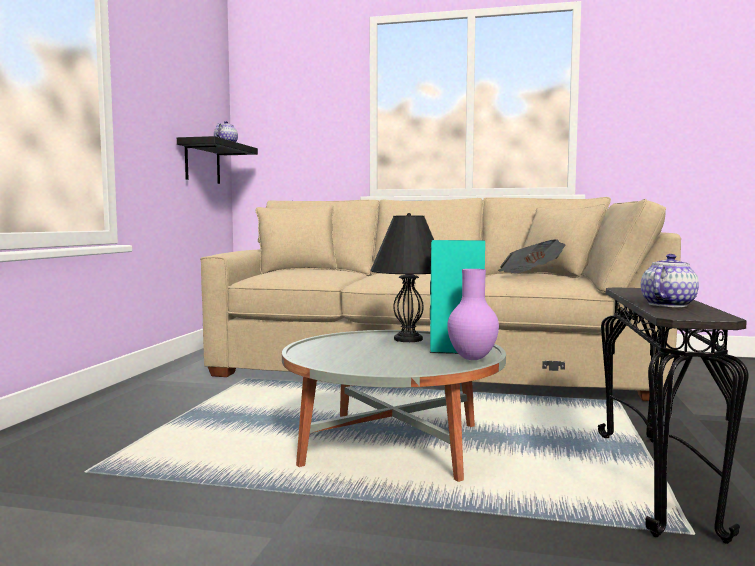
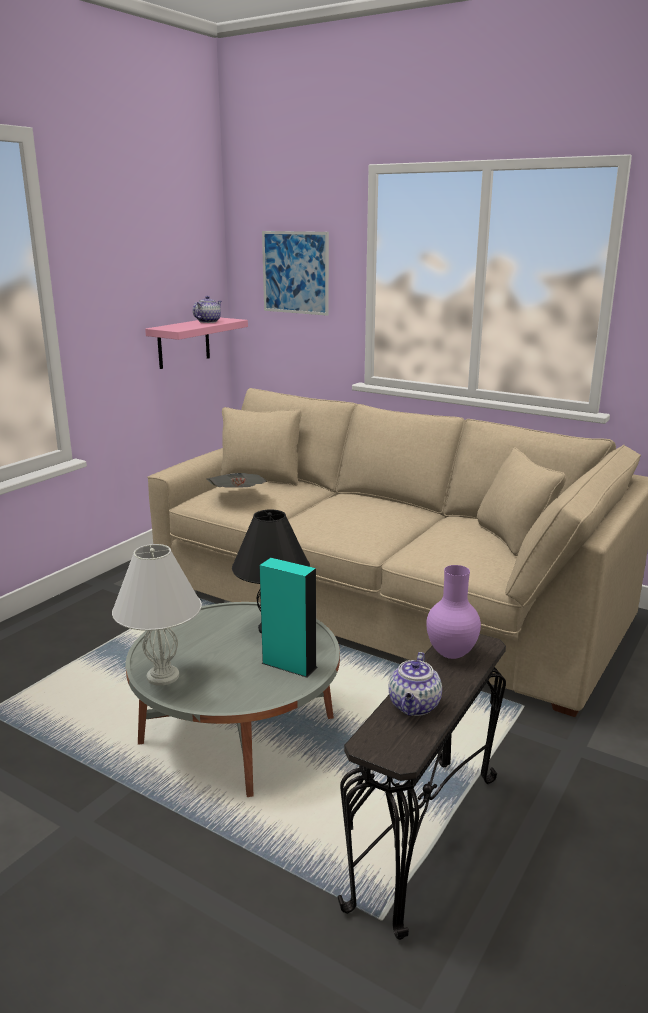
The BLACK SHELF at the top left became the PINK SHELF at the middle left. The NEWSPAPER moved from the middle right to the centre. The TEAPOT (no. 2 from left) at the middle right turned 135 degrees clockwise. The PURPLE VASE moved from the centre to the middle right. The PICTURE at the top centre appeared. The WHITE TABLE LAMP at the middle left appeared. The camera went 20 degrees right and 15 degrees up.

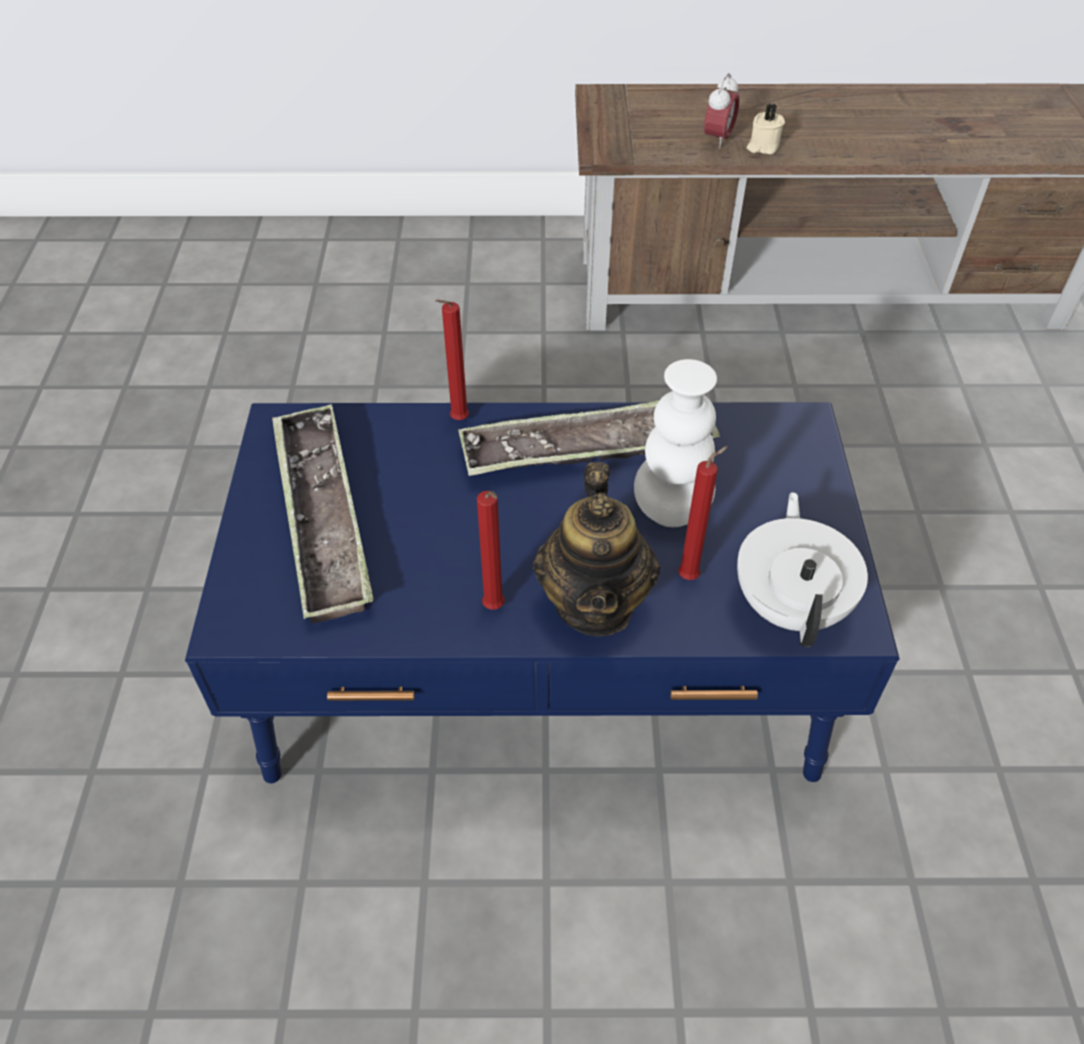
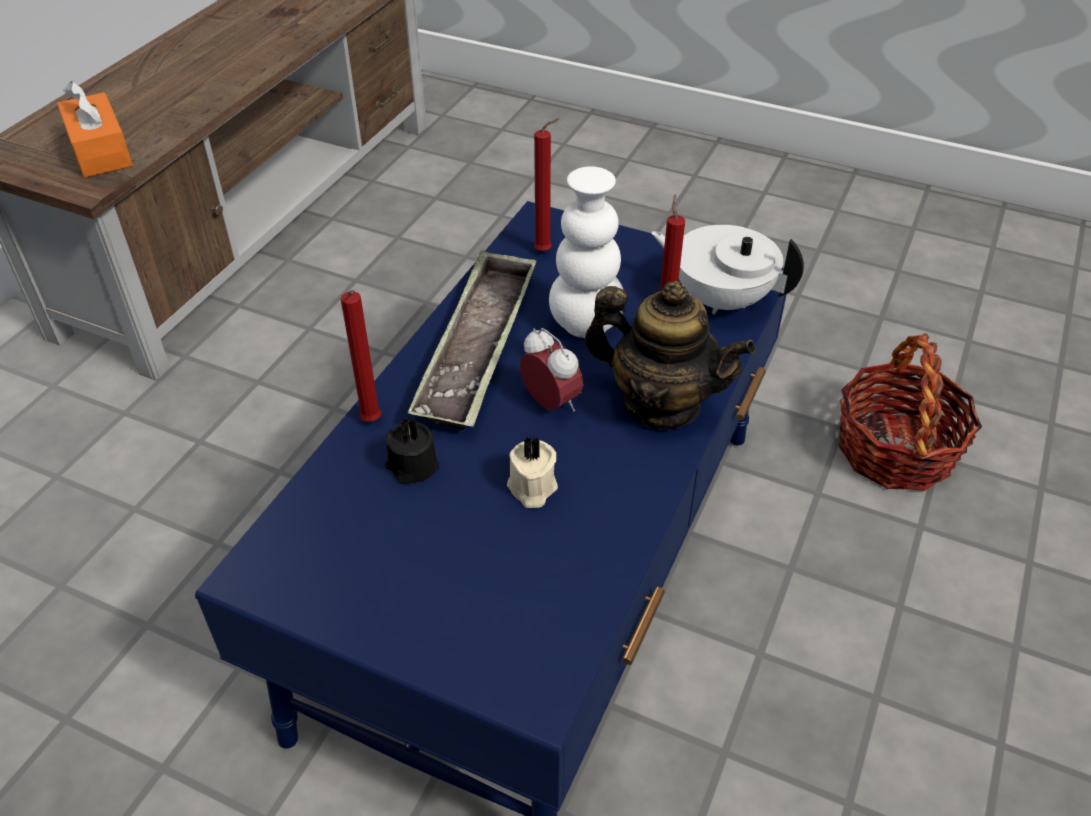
The ALARM CLOCK moved from the top centre to the centre. The BEIGE CANDLE moved from the top right to the centre. The TRAY (no. 1 from left) at the middle left disappeared. The RED CANDLE (no. 2 from left) moved from the centre to the top centre. The ORANGE TISSUE BOX at the top left appeared. The BASKET at the middle right appeared. The BLACK CANDLE at the centre appeared. The camera went 65 degrees left and 5 degrees down.

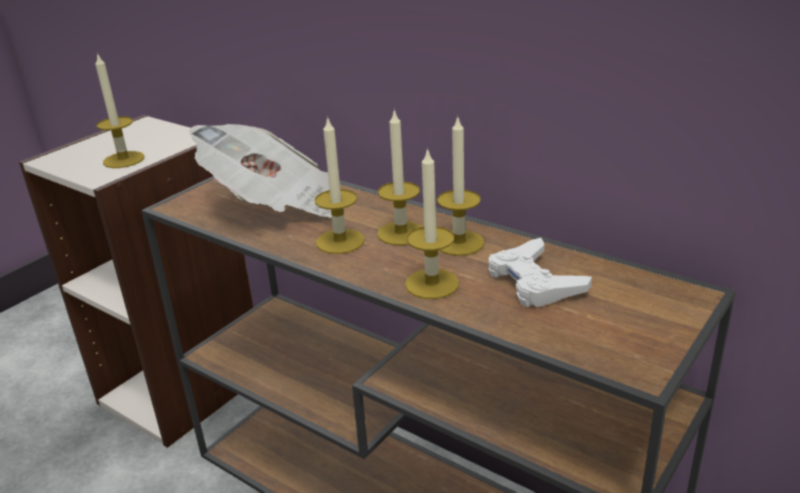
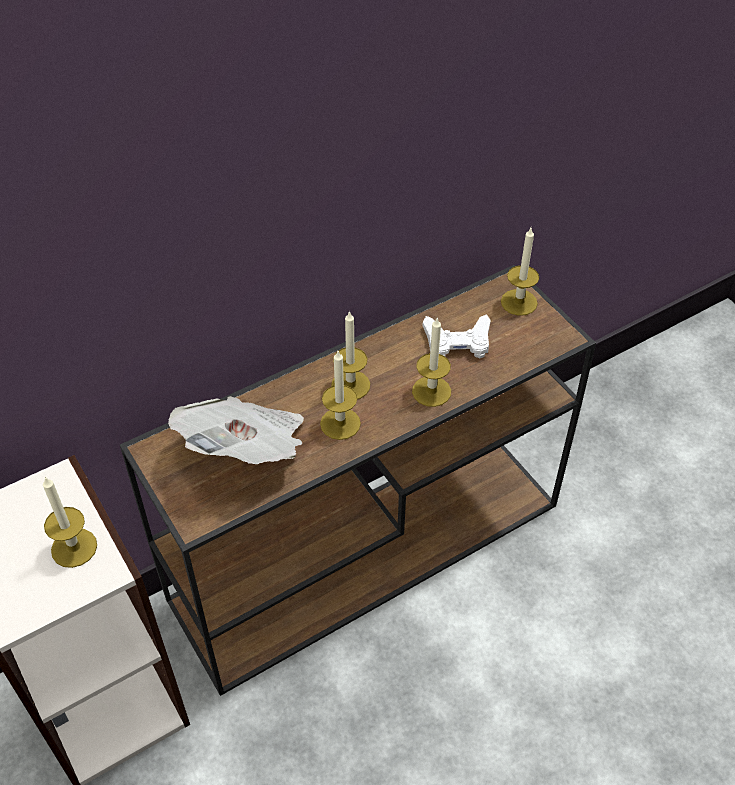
The CANDLE (no. 5 from left) moved from the centre to the middle right. The camera went 70 degrees left and 20 degrees up.

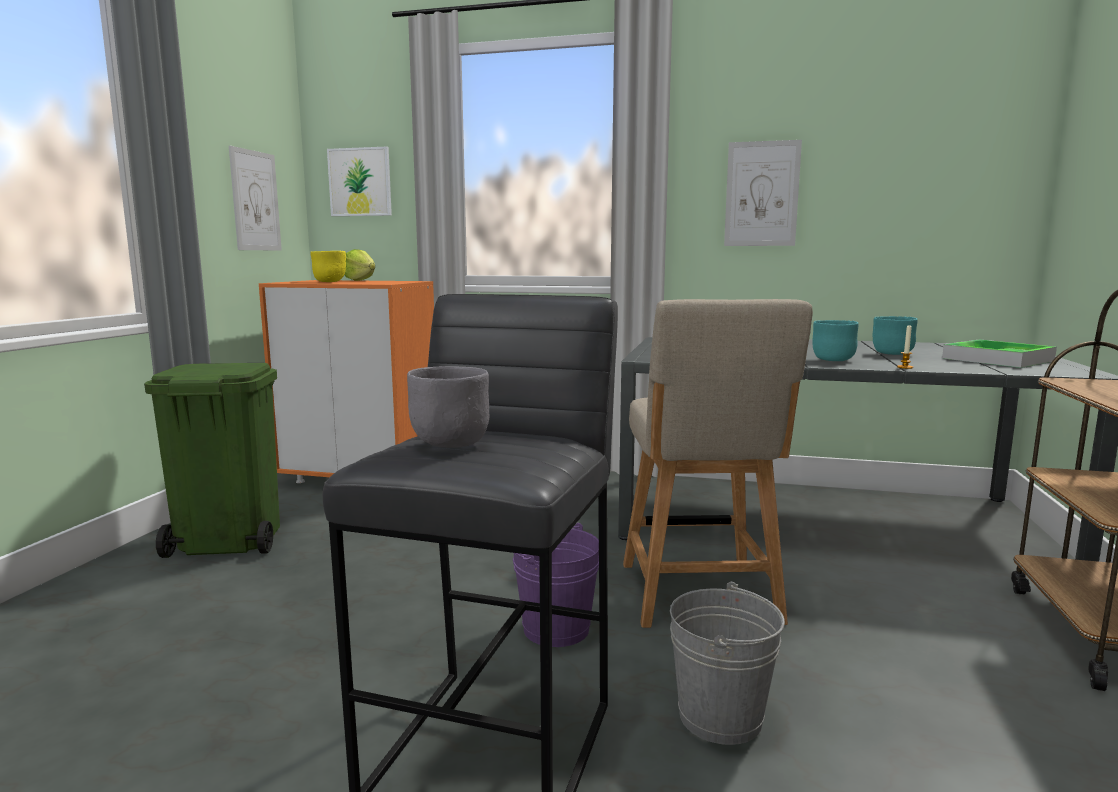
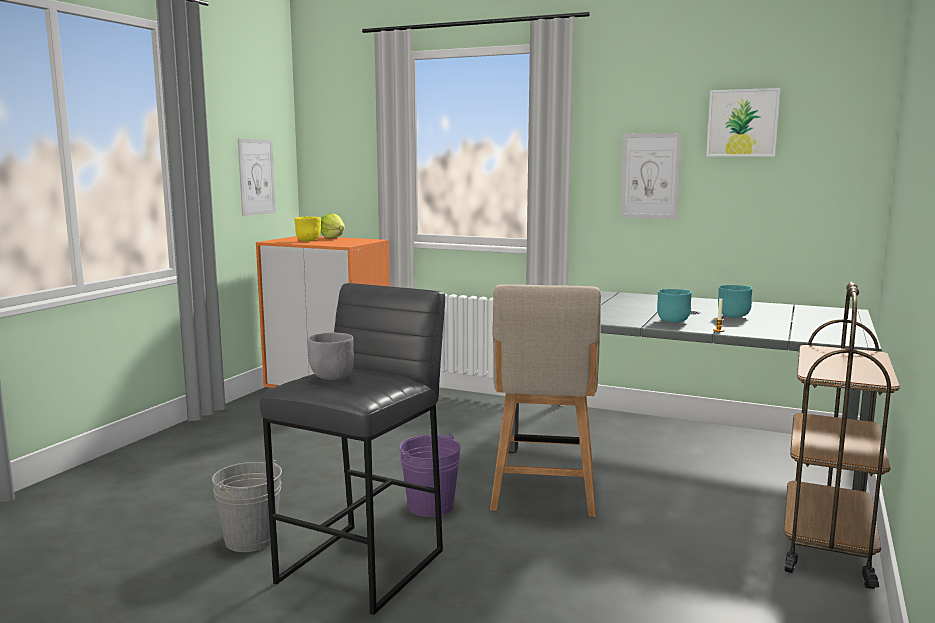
The PICTURE (no. 2 from left in the first image) moved from the top left to the top right. The TRAY at the middle right disappeared. The GREEN TRASH CAN at the middle left disappeared. The GREY BUCKET moved from the bottom centre to the bottom left. The camera went 10 degrees right and 0 degrees up.

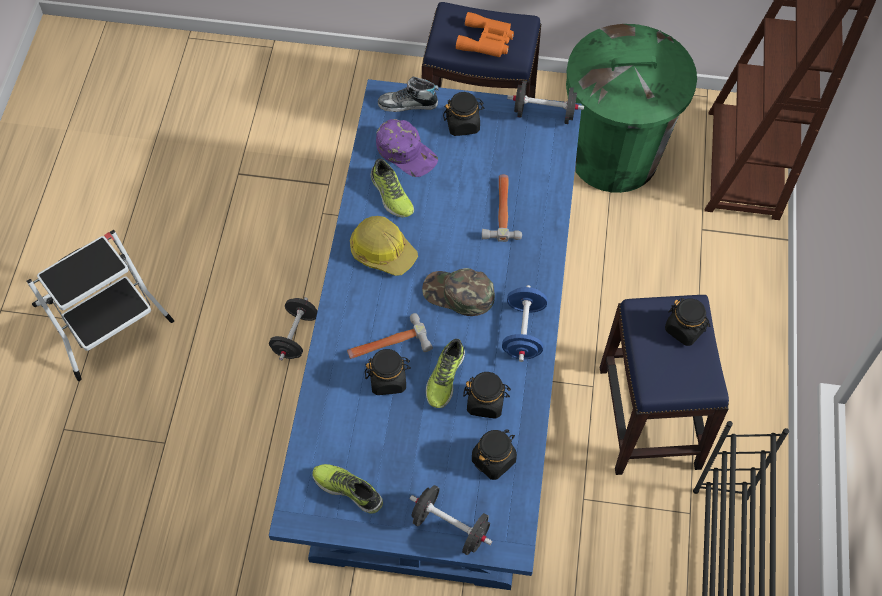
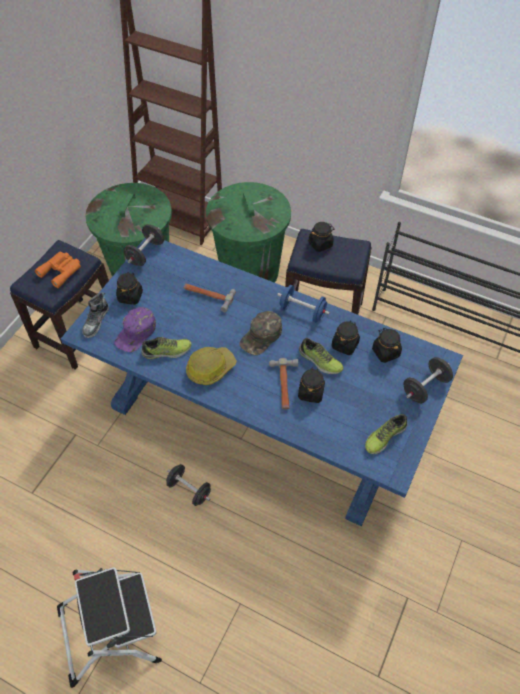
The PURPLE CAP at the top centre turned 150 degrees clockwise. The GREEN TRASH CAN (no. 2 from left) at the centre appeared. The camera went 70 degrees left and 5 degrees down.

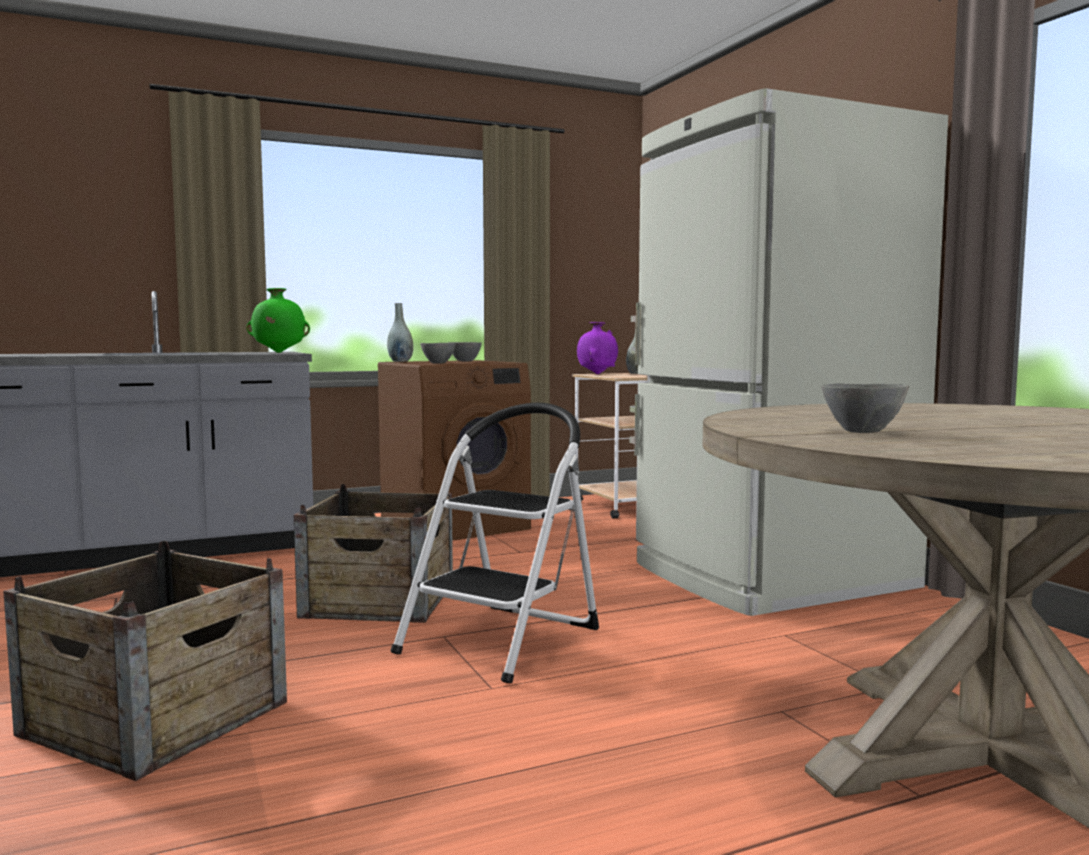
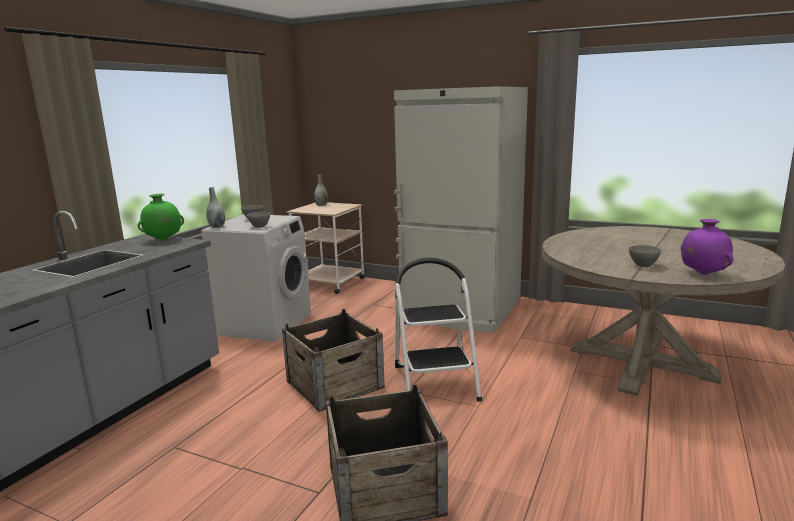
The PURPLE VASE moved from the centre to the middle right. The BROWN WASHING MACHINE at the centre became the WHITE WASHING MACHINE at the middle left. The camera went 40 degrees left and 10 degrees up.

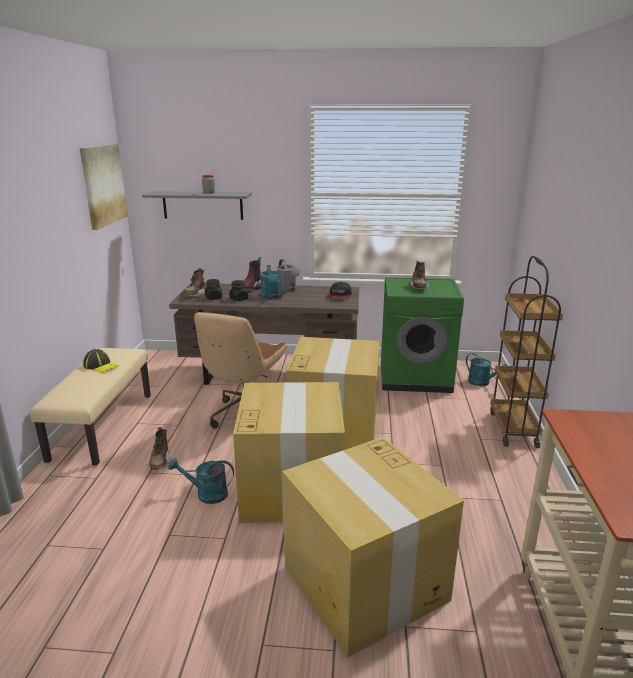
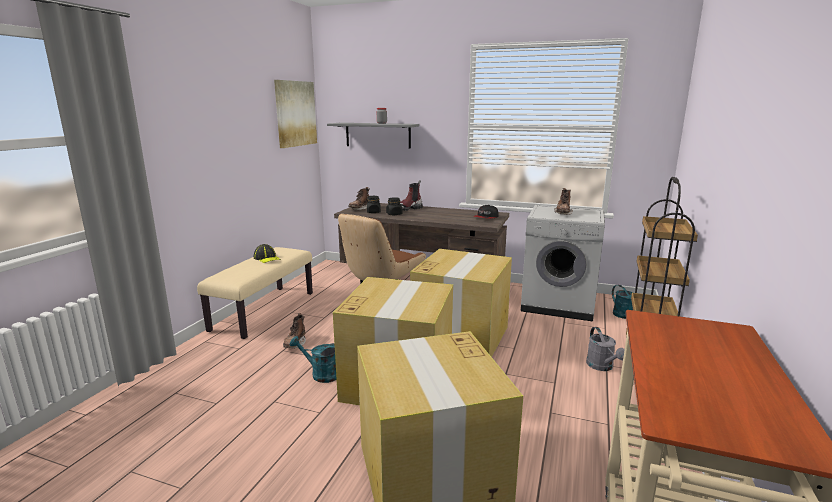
The GREY WATERING CAN moved from the centre to the bottom right. The TURQUOISE WATERING CAN (no. 2 from left) at the centre disappeared. The GREEN WASHING MACHINE at the middle right became the WHITE WASHING MACHINE at the middle right. The camera went 15 degrees right and 5 degrees down.

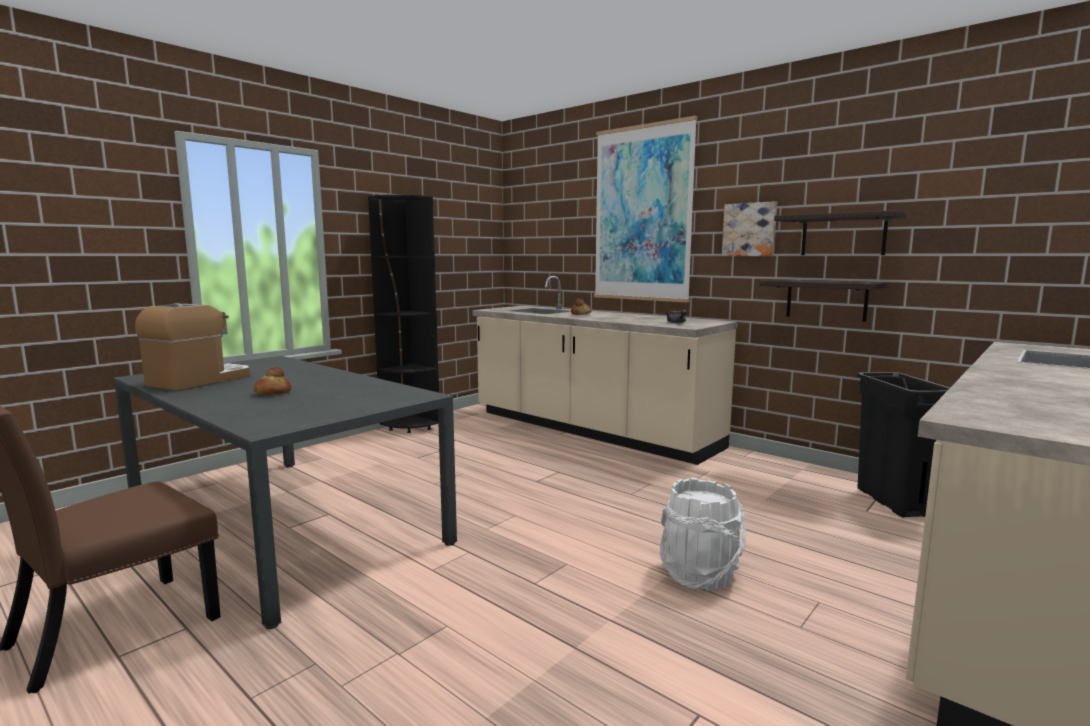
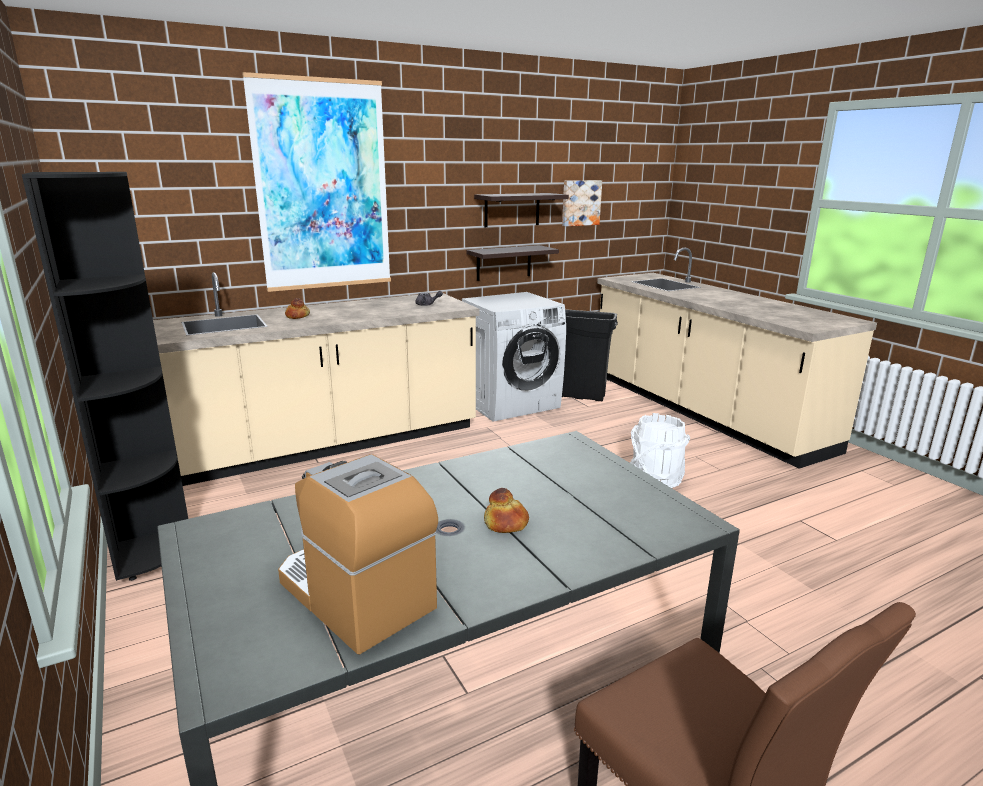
The PICTURE (no. 2 from left) moved from the top right to the top centre. The WHITE WASHING MACHINE at the centre appeared. The camera went 70 degrees left and 10 degrees up.

